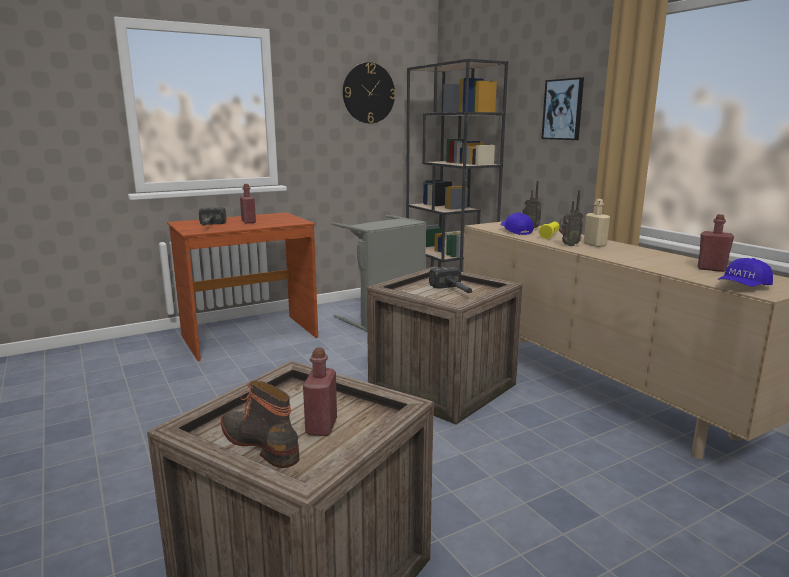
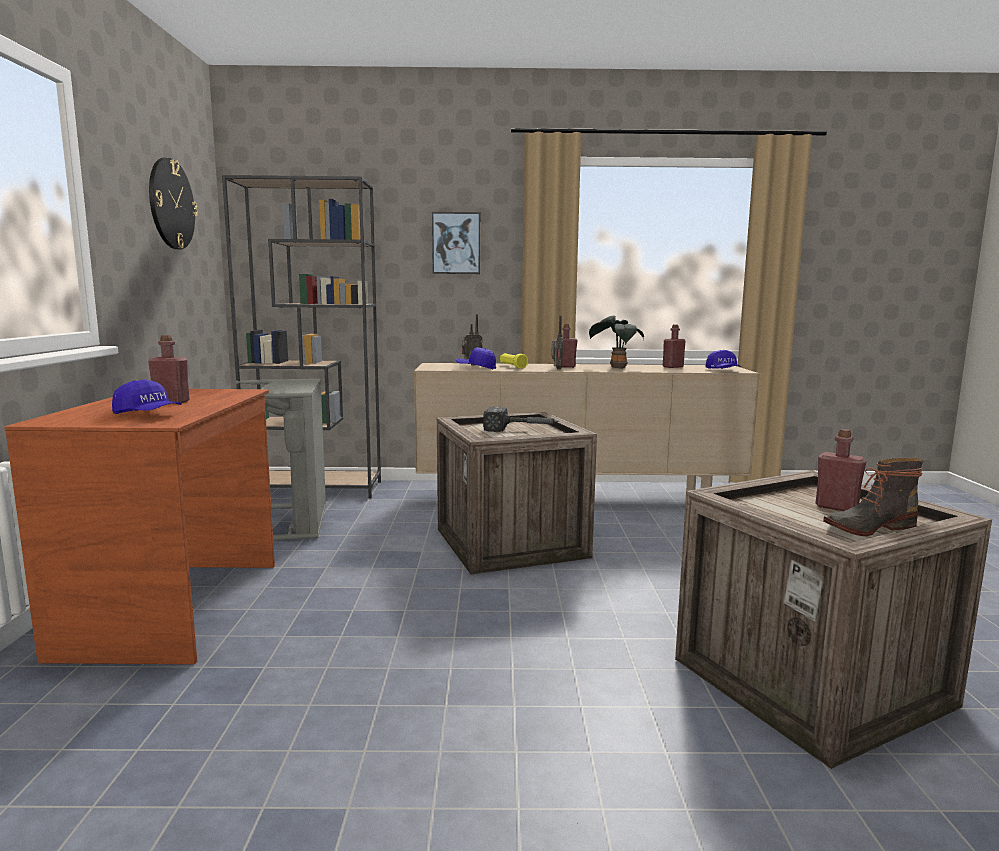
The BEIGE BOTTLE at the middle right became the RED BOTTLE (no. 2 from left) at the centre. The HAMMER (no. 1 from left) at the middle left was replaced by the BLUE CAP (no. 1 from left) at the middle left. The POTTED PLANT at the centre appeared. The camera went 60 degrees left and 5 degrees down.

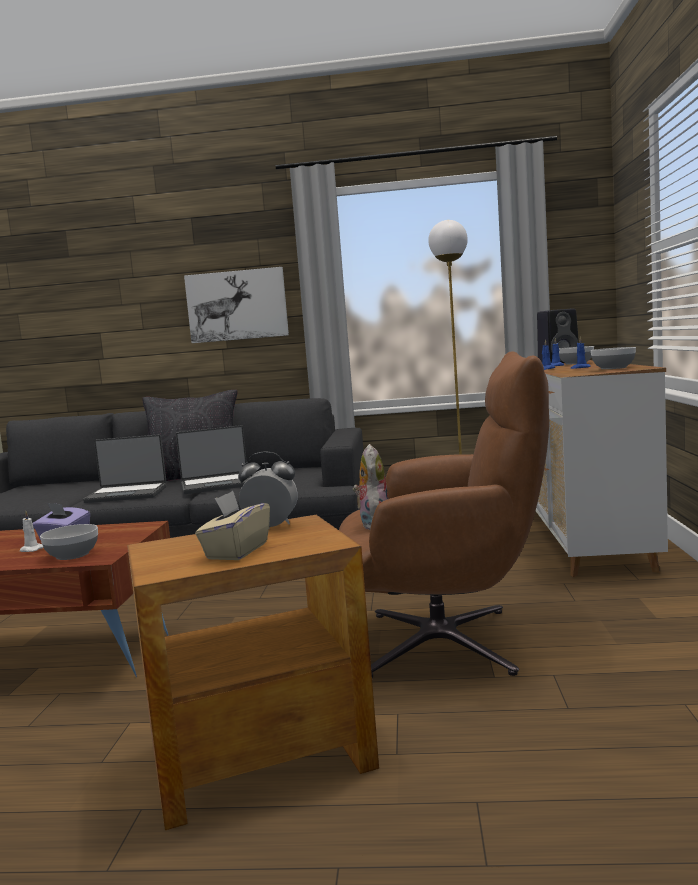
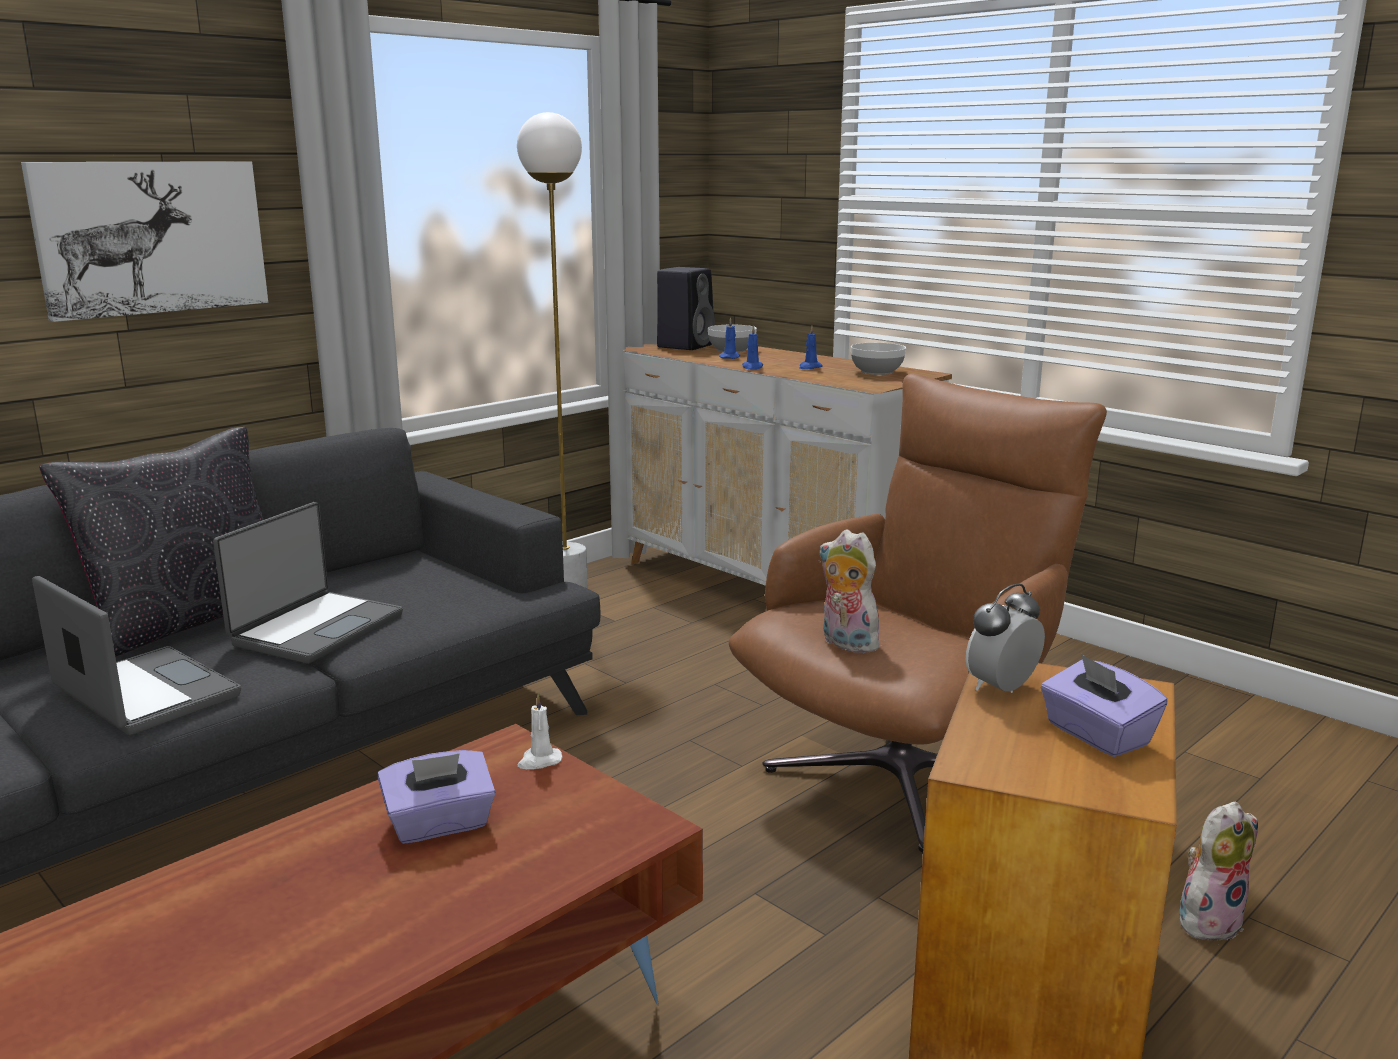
The LAPTOP (no. 1 from left) at the middle left turned 90 degrees counterclockwise. The BEIGE TISSUE BOX at the middle left became the PURPLE TISSUE BOX (no. 2 from left) at the middle right. The WHITE CANDLE moved from the middle left to the bottom centre. The BOWL (no. 1 from left) at the middle left disappeared. The PLUSH TOY (no. 2 from left) at the bottom right appeared. The camera went 50 degrees left and 10 degrees up.

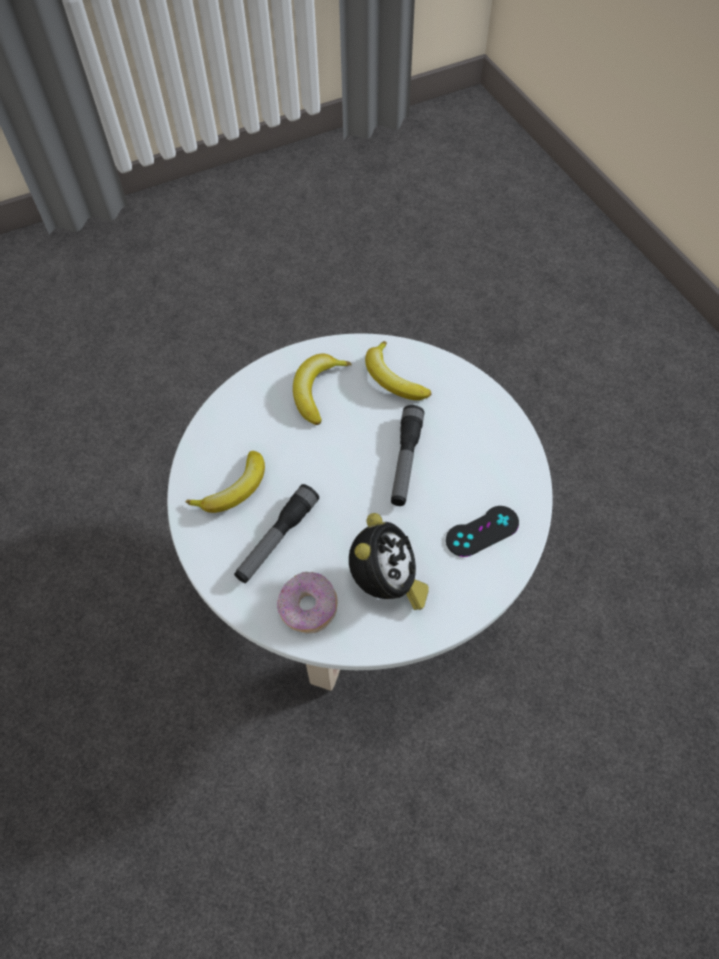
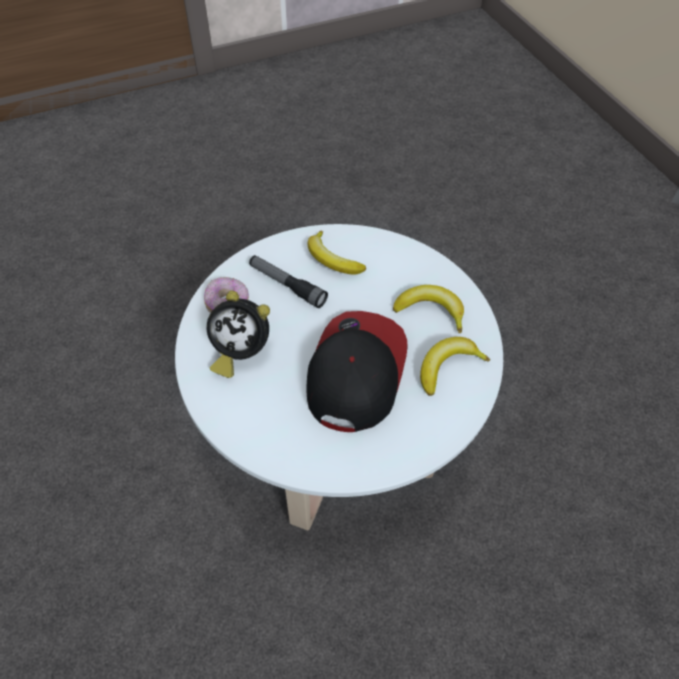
The FLASHLIGHT (no. 2 from left) at the centre was replaced by the CAP at the centre. The BLACK GAME CONTROLLER at the middle right disappeared. The camera went 90 degrees right and 5 degrees down.

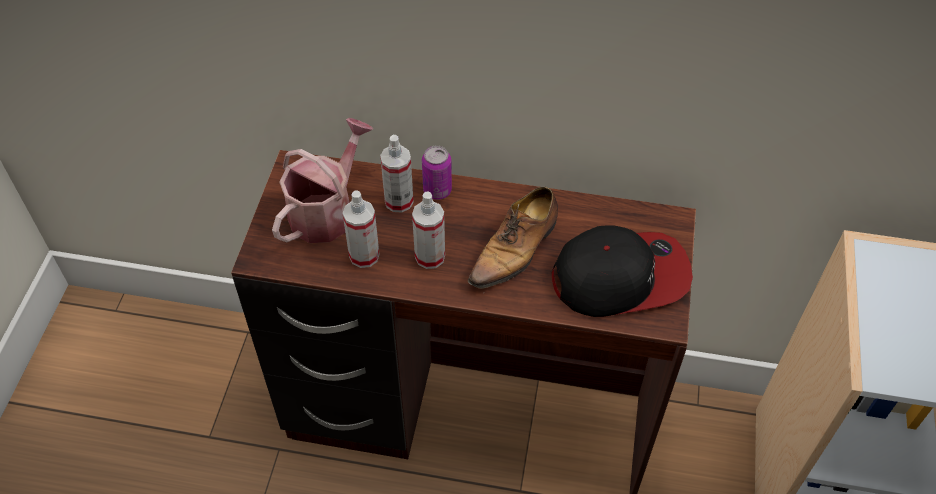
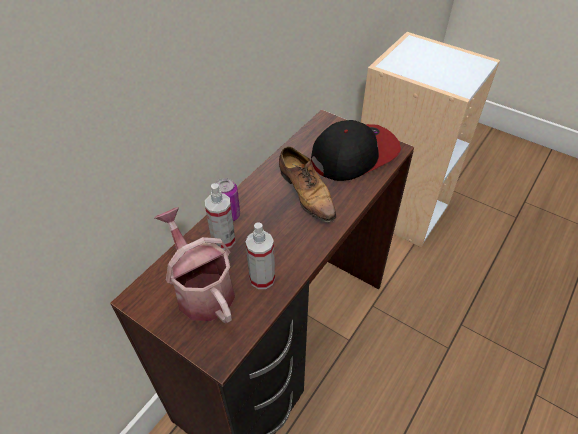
The SPRAY BOTTLE (no. 3 from left) at the centre disappeared. The CAP at the centre turned 45 degrees clockwise. The camera went 65 degrees left and 5 degrees down.

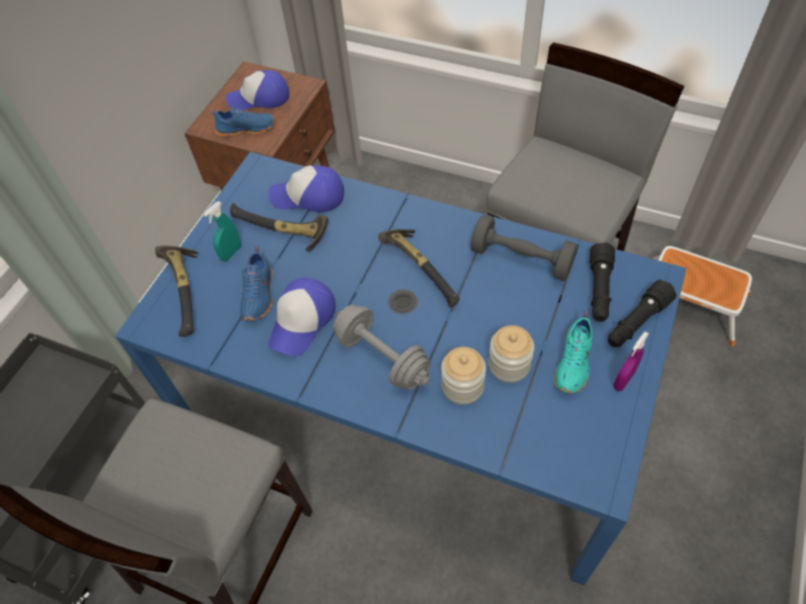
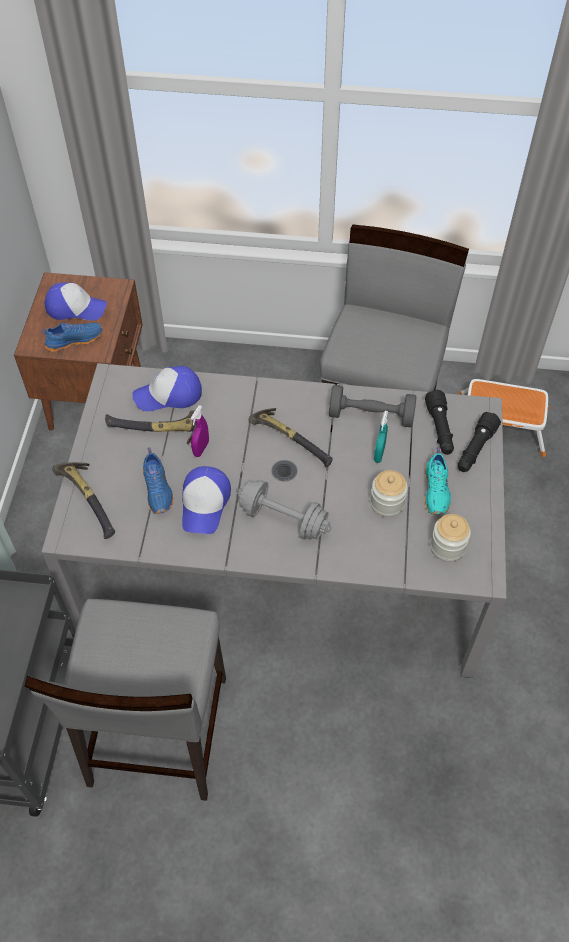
The CAP (no. 1 from left) at the top left turned 150 degrees counterclockwise. The BLUE DINING TABLE at the centre became the GREY DINING TABLE at the centre. The TURQUOISE SPRAY BOTTLE moved from the middle left to the middle right. The PURPLE SPRAY BOTTLE moved from the middle right to the centre. The JAR (no. 1 from left in the first image) moved from the centre to the middle right. The camera went 20 degrees left and 0 degrees up.

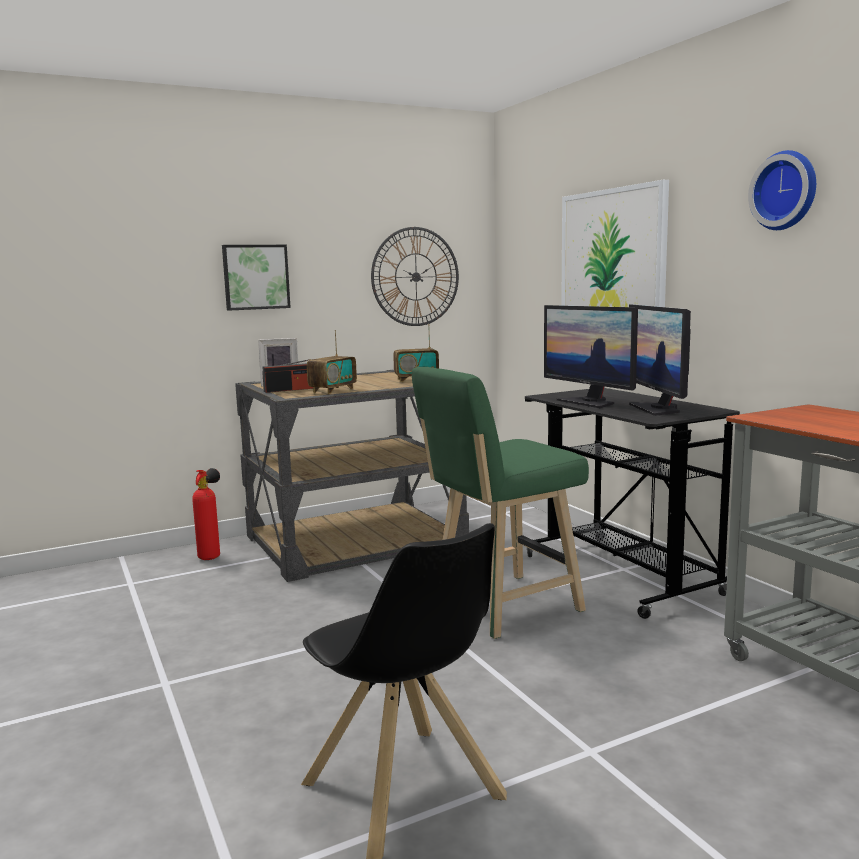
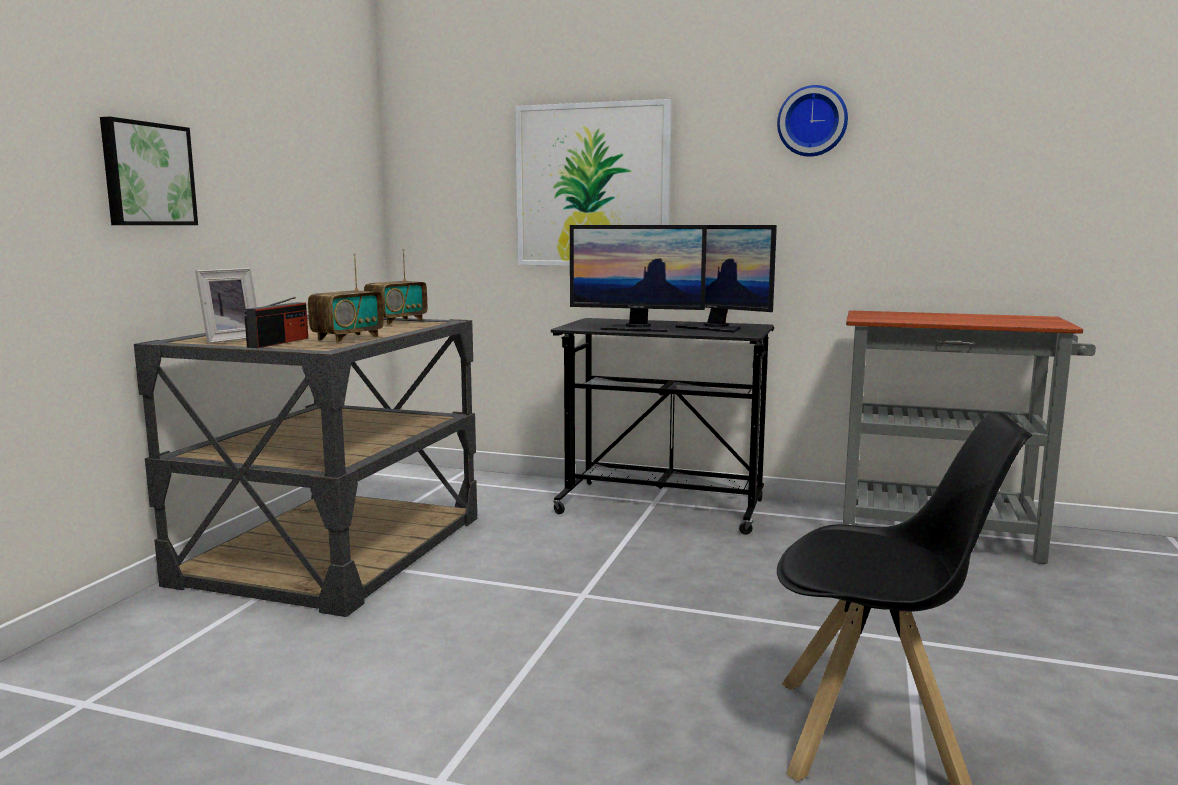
The WALL CLOCK (no. 1 from left) at the top centre disappeared. The RADIO (no. 2 from left) at the centre turned 45 degrees clockwise. The GREEN STOOL at the centre disappeared. The FIRE EXTINGUISHER at the middle left disappeared. The camera went 45 degrees left and 0 degrees up.

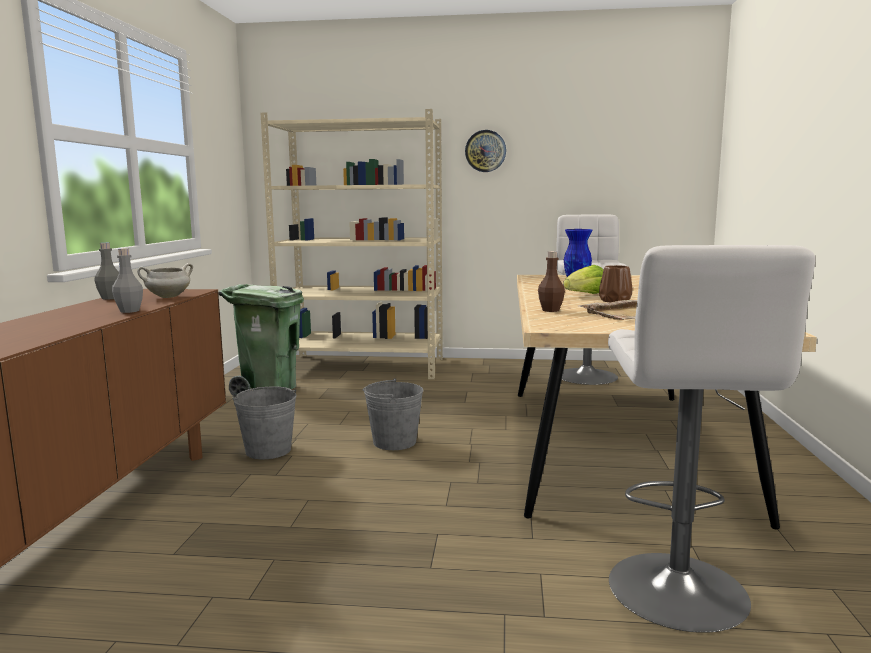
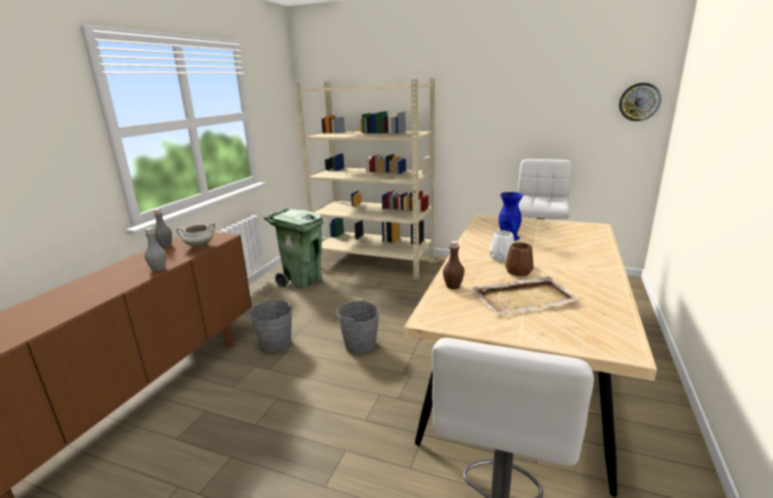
The WALL CLOCK moved from the top centre to the top right. The LETTUCE at the middle right was replaced by the WHITE VASE at the centre. The camera went 15 degrees right and 10 degrees up.

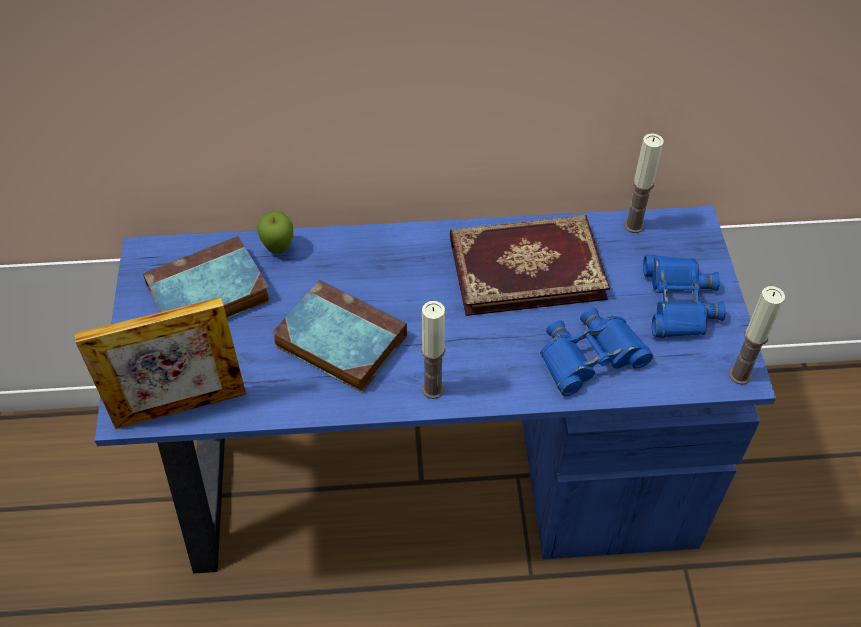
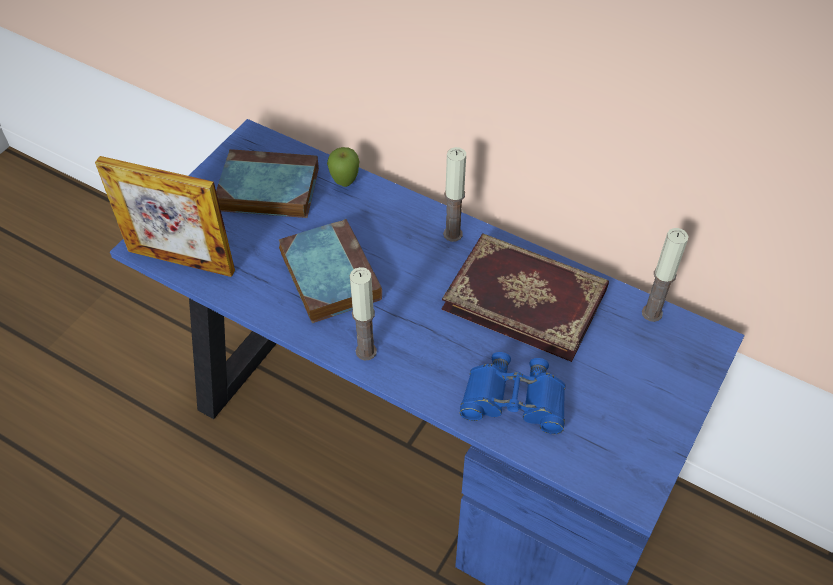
The BLUE BINOCULARS (no. 2 from left) at the middle right disappeared. The CANDLE (no. 3 from left in the first image) moved from the middle right to the top centre. The camera went 35 degrees right and 0 degrees up.

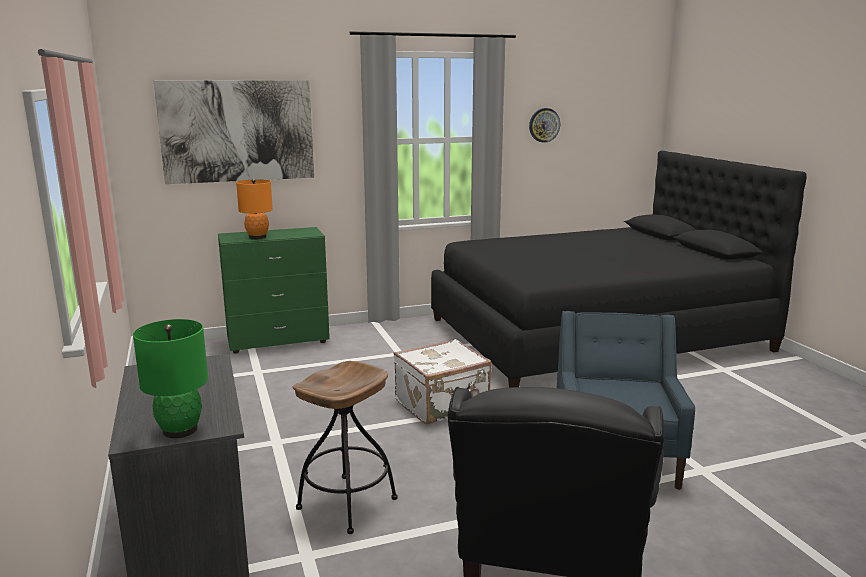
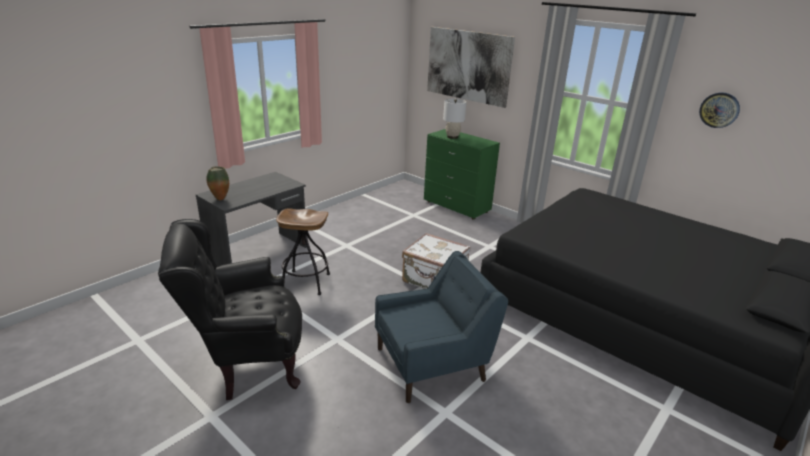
The ORANGE TABLE LAMP at the middle left became the WHITE TABLE LAMP at the top centre. The GREEN TABLE LAMP at the middle left was replaced by the VASE at the middle left. The camera went 60 degrees right and 10 degrees up.

